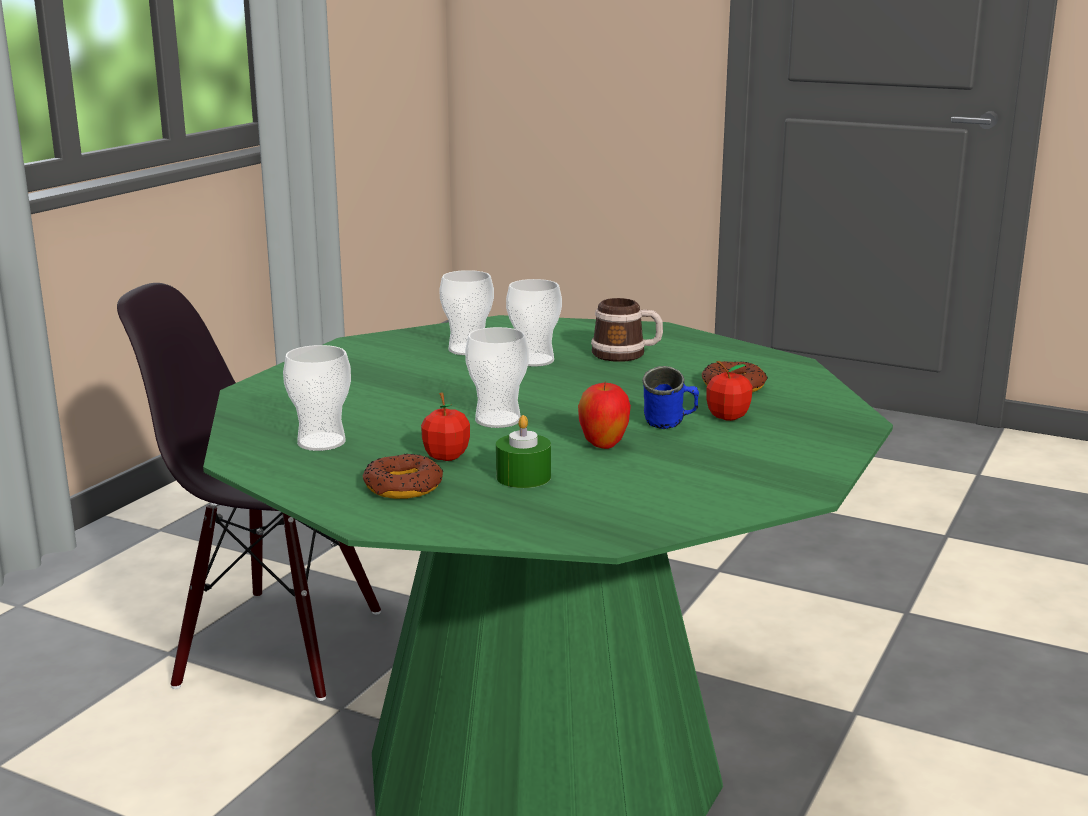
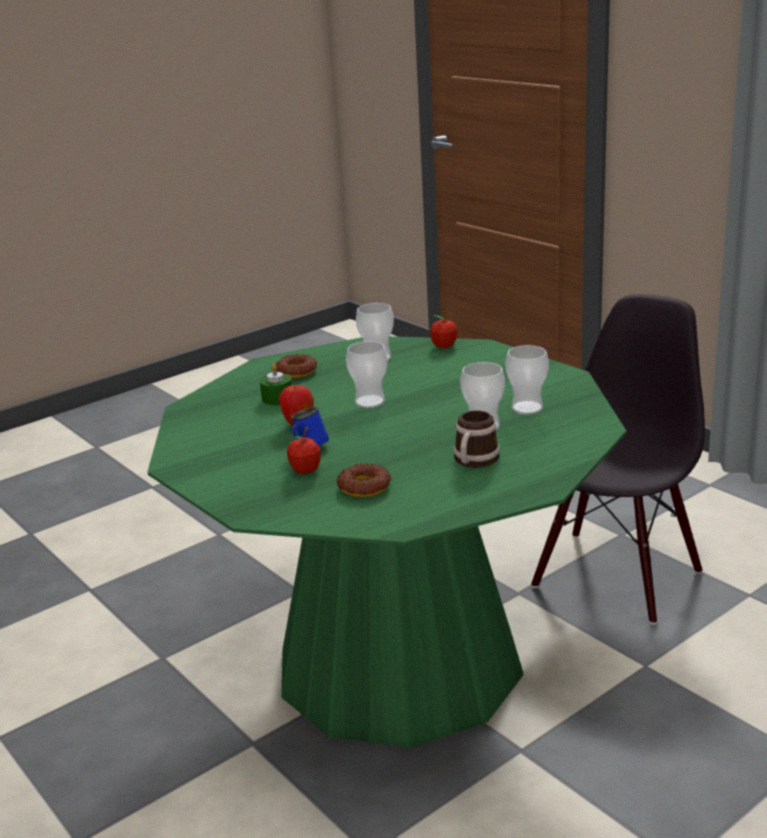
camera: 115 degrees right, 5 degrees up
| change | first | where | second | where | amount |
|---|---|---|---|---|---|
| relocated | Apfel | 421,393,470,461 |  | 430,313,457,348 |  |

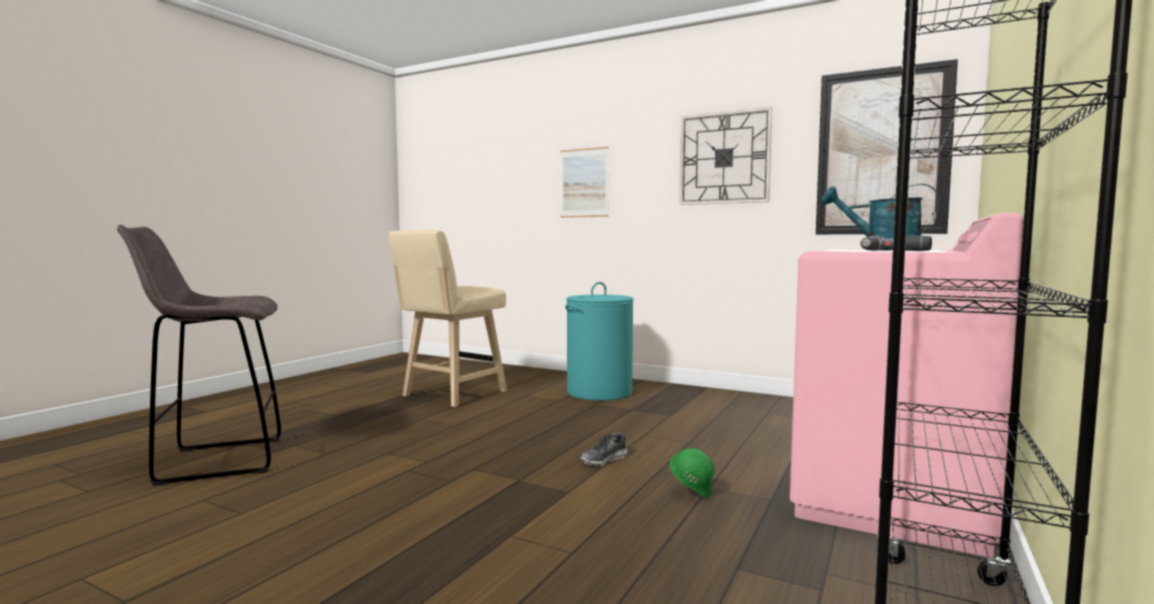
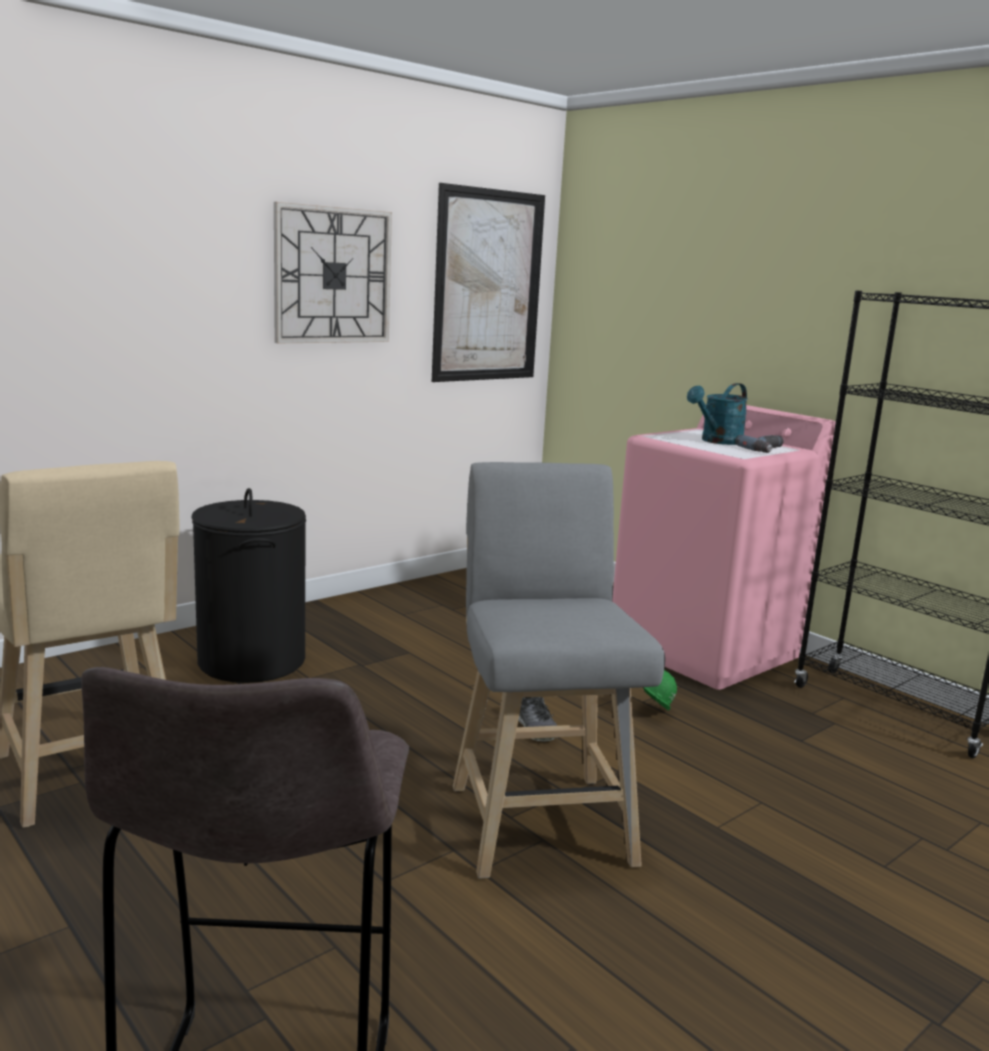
camera: 70 degrees left, 10 degrees up
| change | first | where | second | where | amount |
|---|---|---|---|---|---|
| missing | Bild | 560,147,609,218 |  |  |  |
| colour | Wäschekorb (türkis) | 565,282,634,401 | Wäschekorb (schwarz) | 192,488,306,683 |  |
| appeared |  |  | Hocker (grau) | 453,462,665,879 |  |

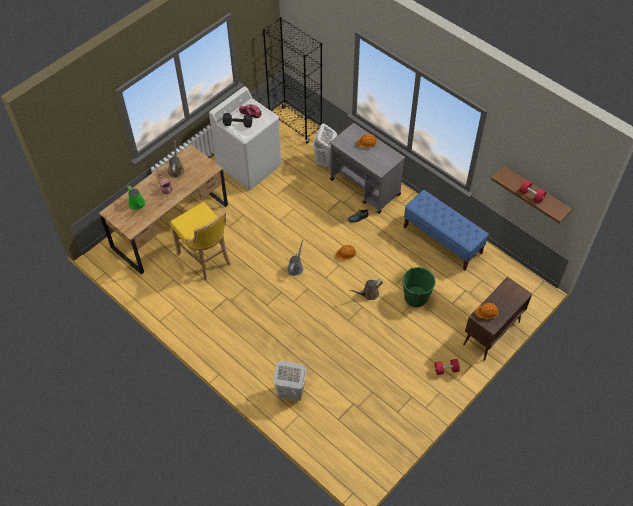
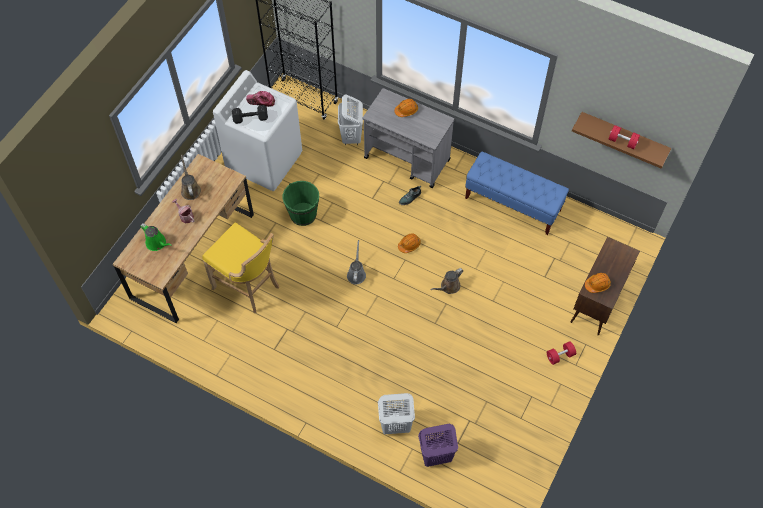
camera: 15 degrees left, 5 degrees up
| change | first | where | second | where | amount |
|---|---|---|---|---|---|
| relocated | Eimer (grün) | 402,267,436,307 |  | 283,181,319,226 |  |
| appeared |  |  | Wäschekorb (lila) | 418,424,458,467 |  |

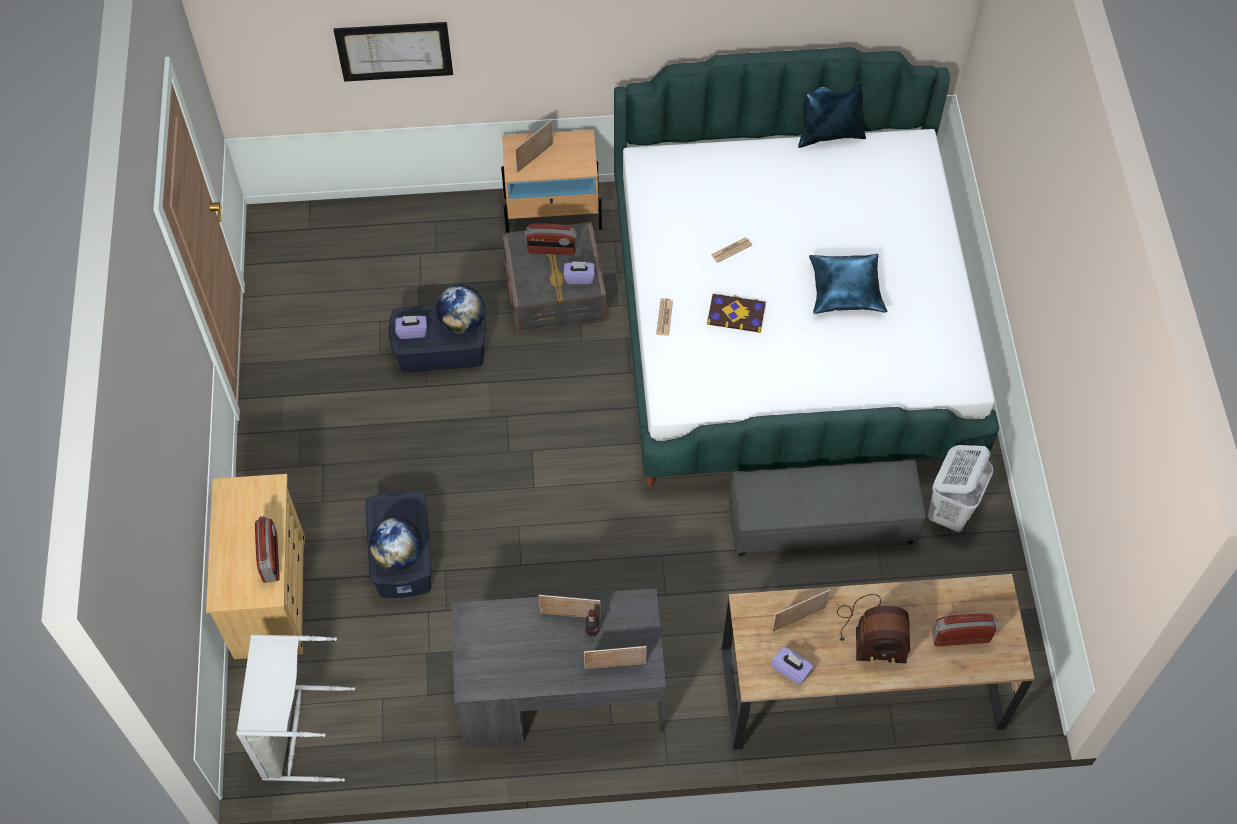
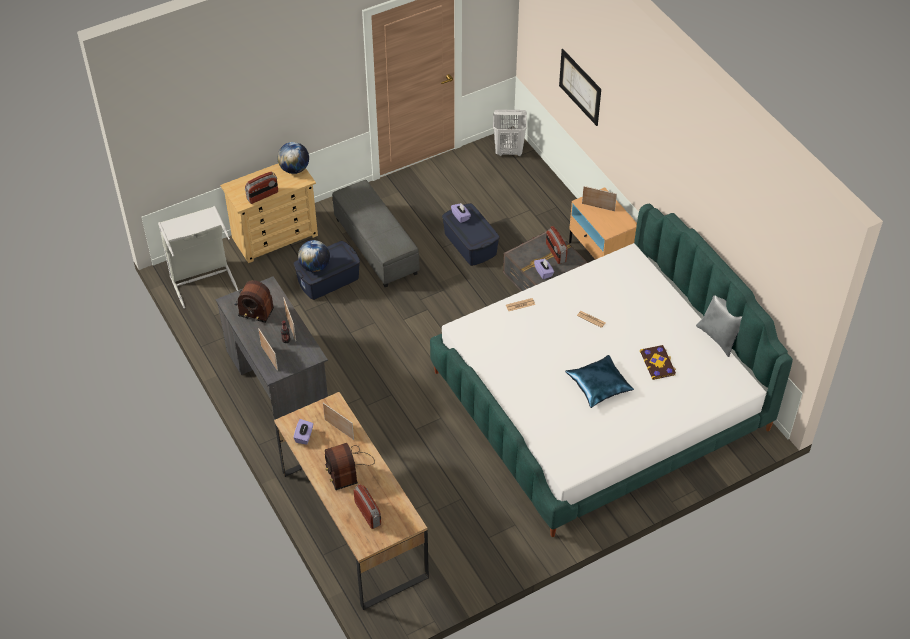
camera: 65 degrees right, 10 degrees down
| change | first | where | second | where | amount |
|---|---|---|---|---|---|
| colour | Kissen (blau) | 798,83,866,148 | Kissen (grau) | 696,295,742,357 |  |
| relocated | Globus | 436,285,485,334 |  | 277,142,309,174 |  |
| relocated | Buch | 707,294,766,333 |  | 640,345,676,380 |  |
| relocated | Wäschekorb (weiß) | 928,445,993,532 |  | 493,109,527,156 |  |
| relocated | Polsterhocker (grau) | 729,460,926,556 |  | 332,180,420,287 |  |
| appeared |  |  | Radio | 234,280,274,323 |  |

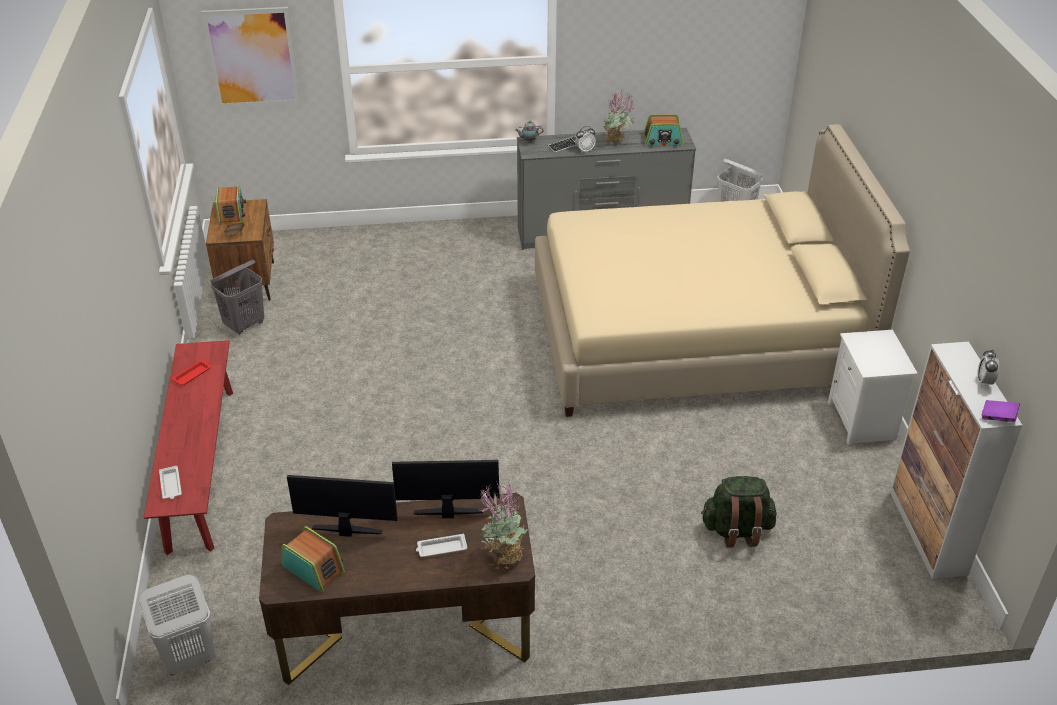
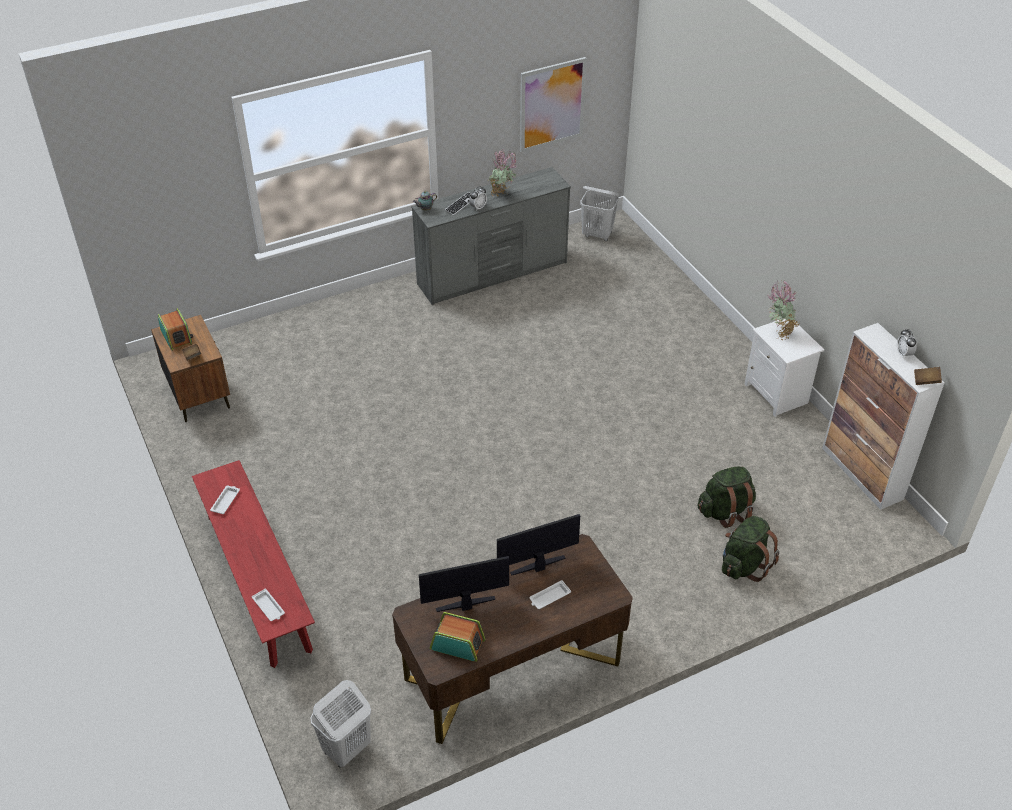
camera: 20 degrees left, 5 degrees up
| change | first | where | second | where | amount |
|---|---|---|---|---|---|
| relocated | Bild | 201,7,301,108 |  | 520,57,587,152 |  |
| missing | Radio | 643,114,683,146 |  |  |  |
| missing | Bett (beige) | 535,124,910,417 |  |  |  |
| missing | Wäschekorb (grau) | 211,260,264,334 |  |  |  |
| colour | Tablett (rot) | 171,360,211,386 | Tablett (weiß) | 210,486,240,514 |  |
| colour | Buch (lila) | 981,400,1020,422 | Buch (braun) | 914,367,942,385 |  |
| relocated | Topfpflanze | 479,481,528,570 |  | 768,281,800,340 |  |
| appeared |  |  | Rucksack (grün) | 722,516,779,582 |  |

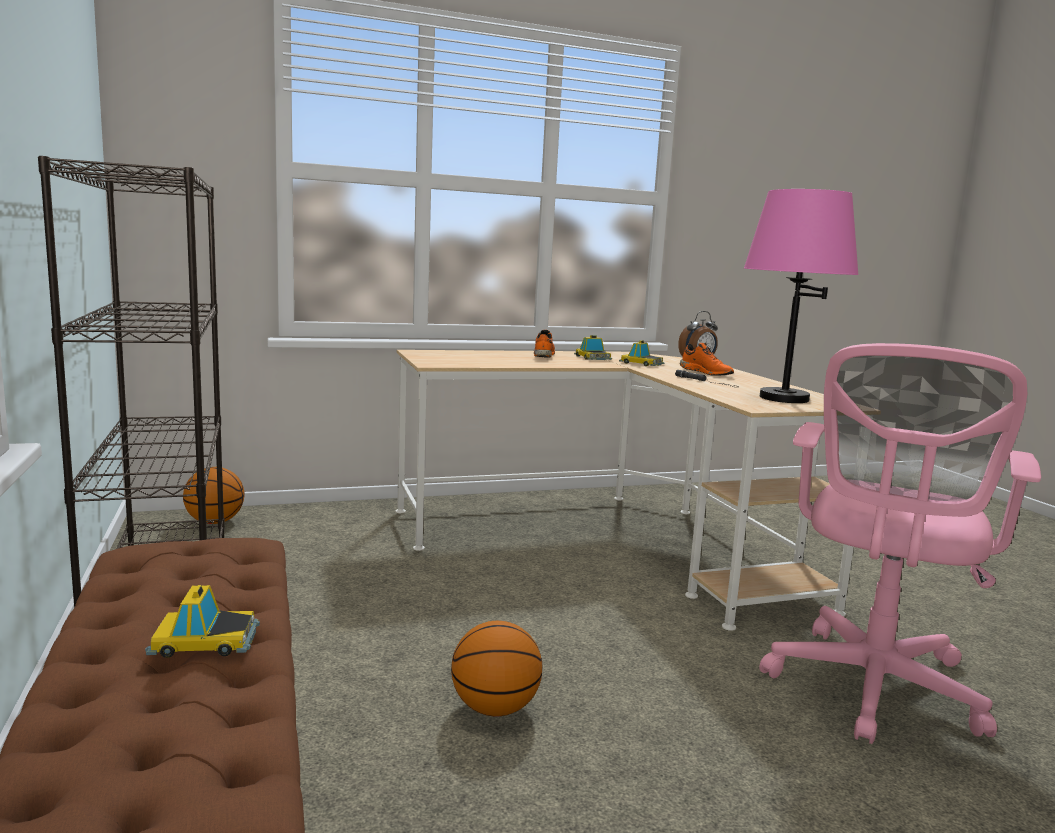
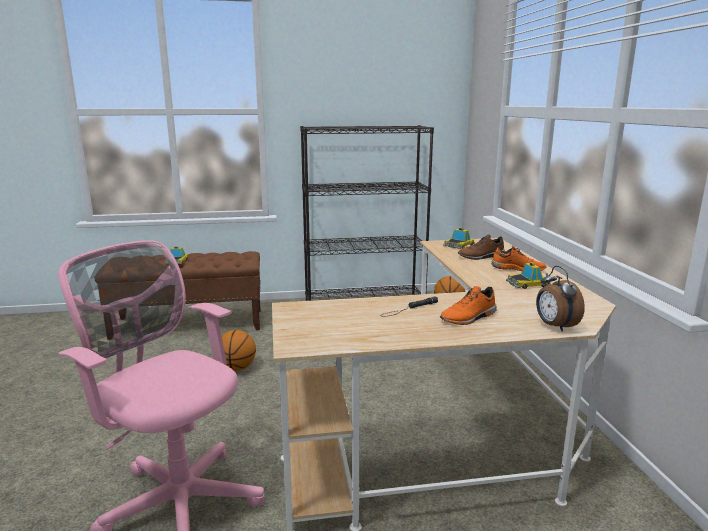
camera: 100 degrees right, 5 degrees up
| change | first | where | second | where | amount |
|---|---|---|---|---|---|
| missing | Tischlampe (rosa) | 744,189,859,403 |  |  |  |
| relocated | Spielzeugauto | 619,340,665,366 |  | 443,228,475,249 |  |
| appeared |  |  | Schuh (braun) | 458,234,505,260 |  |

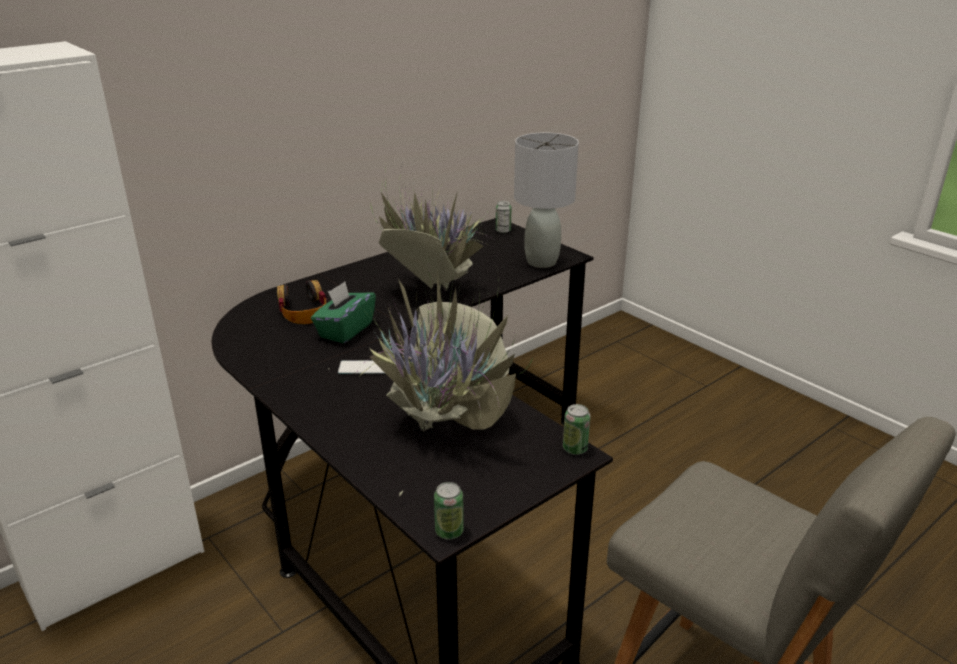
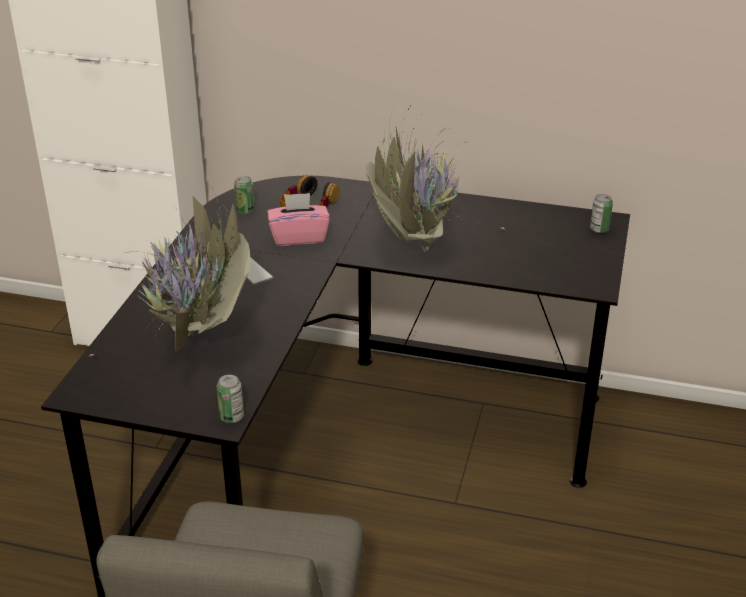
camera: 55 degrees right, 5 degrees up
| change | first | where | second | where | amount |
|---|---|---|---|---|---|
| missing | Tischlampe (grau) | 514,132,579,268 |  |  |  |
| colour | Taschentuchbox (grün) | 311,281,376,343 | Taschentuchbox (rosa) | 267,193,330,246 |  |
| relocated | Dose | 434,482,464,540 |  | 234,176,255,214 |  |

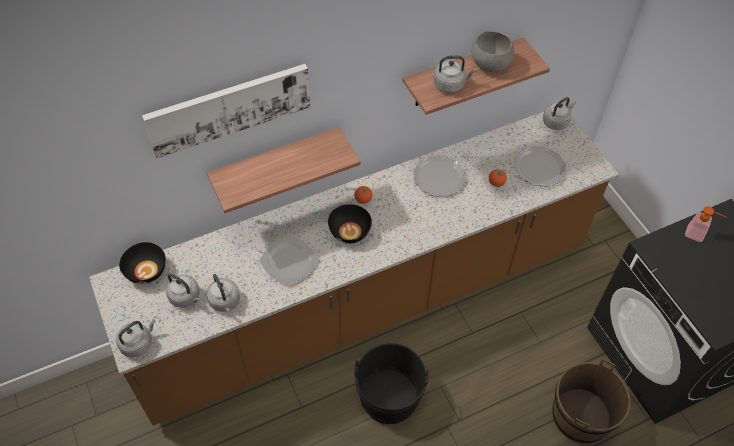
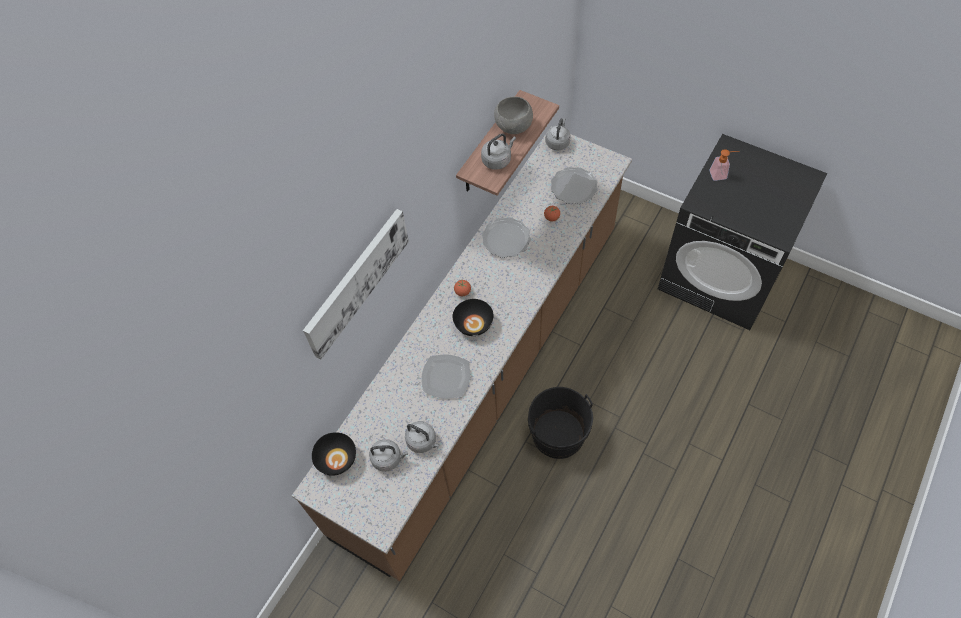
camera: 30 degrees left, 5 degrees up
| change | first | where | second | where | amount |
|---|---|---|---|---|---|
| missing | Wandregal | 207,127,360,213 |  |  |  |
| missing | Wasserkessel (grau) | 116,319,156,357 |  |  |  |
| missing | Eimer (braun) | 552,359,631,443 |  |  |  |

